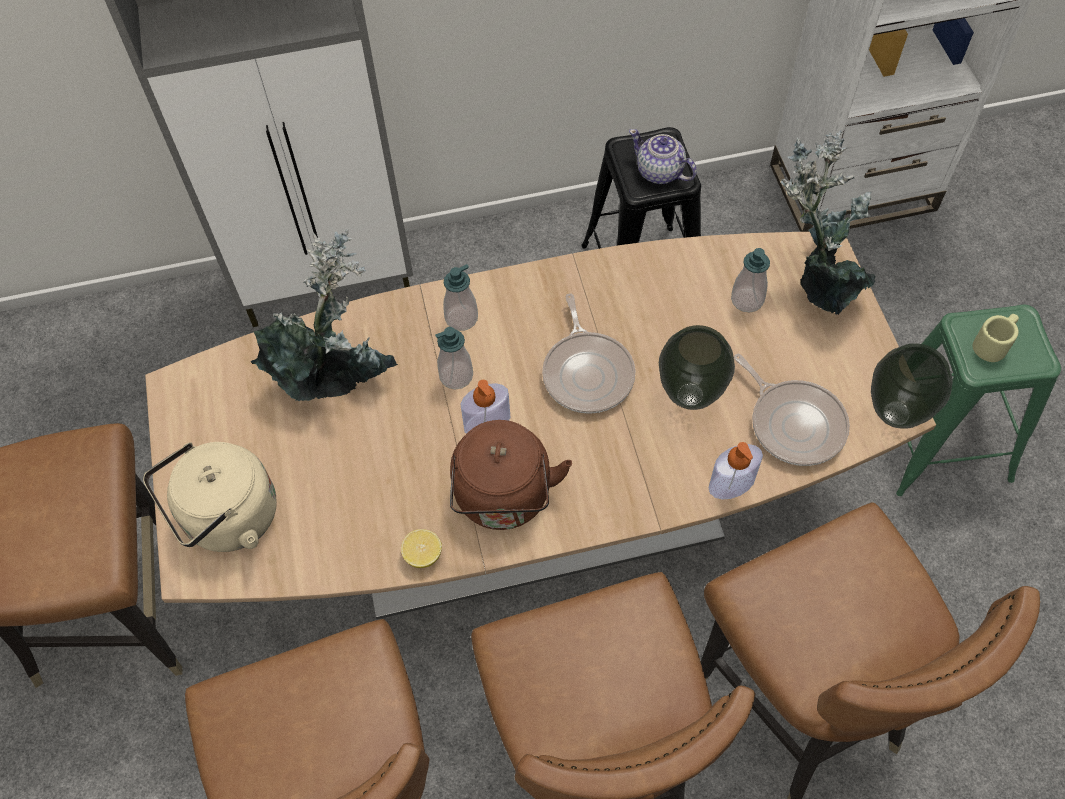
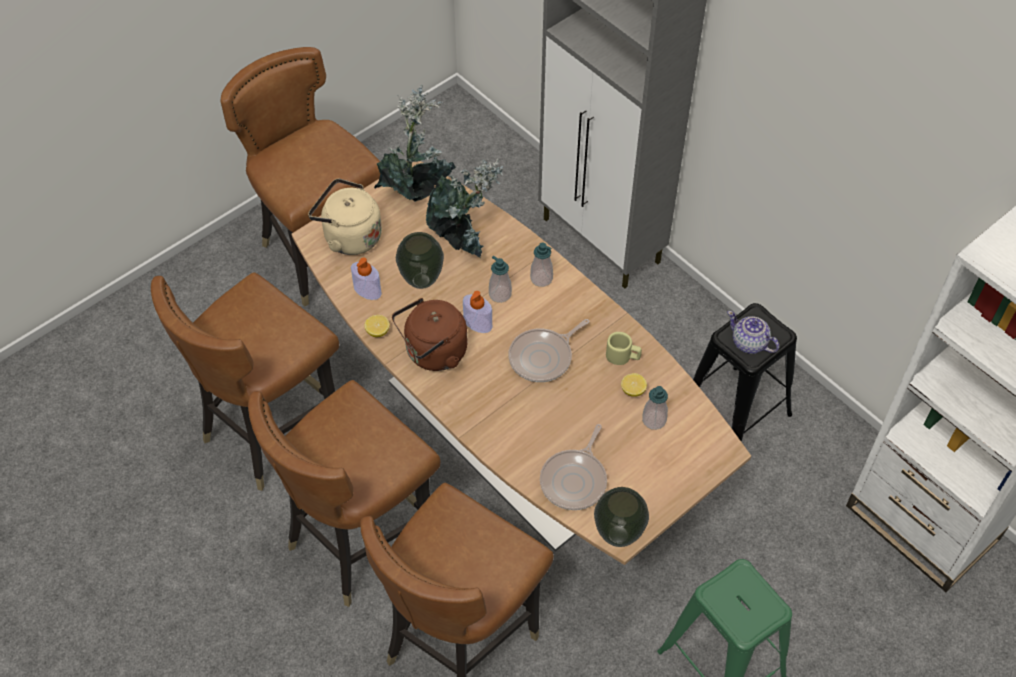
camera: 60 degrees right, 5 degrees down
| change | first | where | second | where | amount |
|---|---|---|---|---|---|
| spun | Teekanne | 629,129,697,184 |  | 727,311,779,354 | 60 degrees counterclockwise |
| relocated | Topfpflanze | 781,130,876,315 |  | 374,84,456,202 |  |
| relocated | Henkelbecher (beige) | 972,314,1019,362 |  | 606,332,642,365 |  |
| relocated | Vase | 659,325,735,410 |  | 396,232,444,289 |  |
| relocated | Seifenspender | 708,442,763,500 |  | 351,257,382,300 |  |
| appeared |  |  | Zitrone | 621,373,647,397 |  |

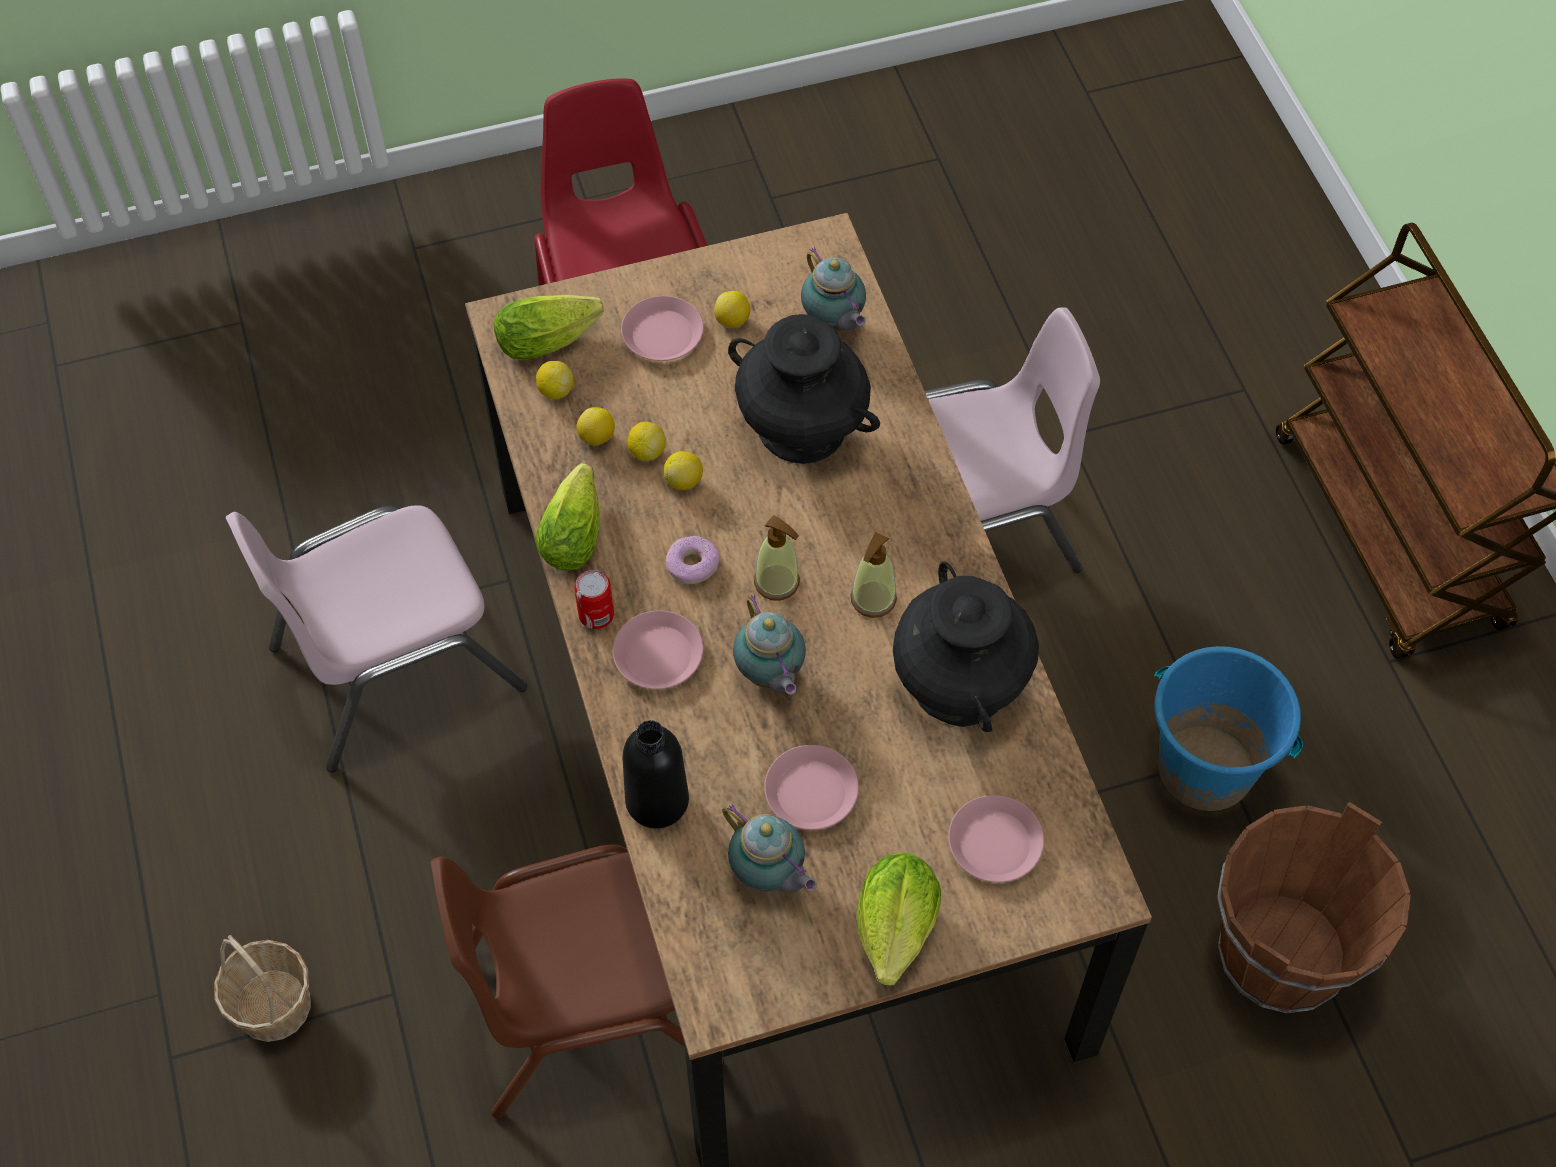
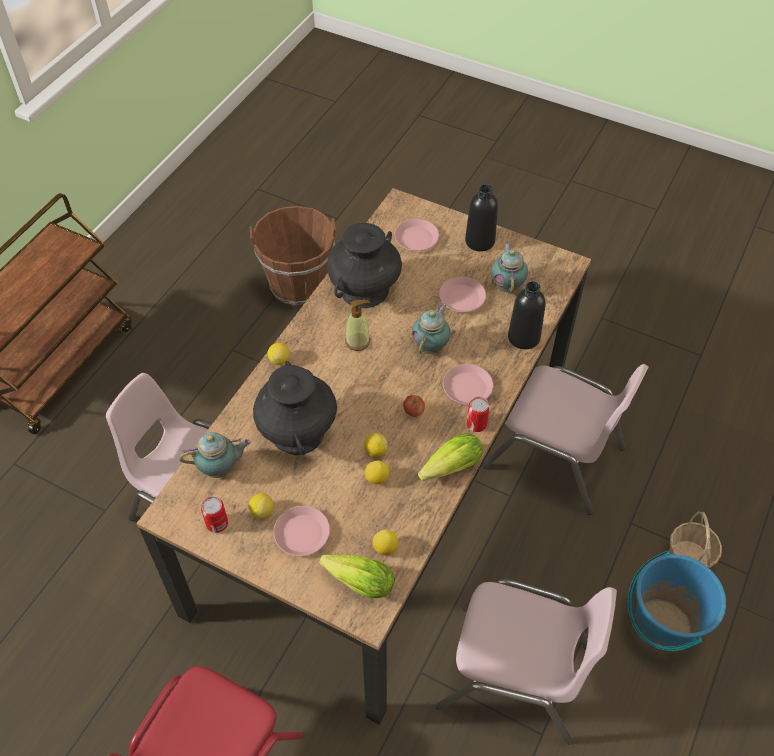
camera: 135 degrees left, 5 degrees down
| change | first | where | second | where | amount |
|---|---|---|---|---|---|
| spun | Teekanne | 801,247,866,331 |  | 180,432,251,478 | 60 degrees clockwise |
| relocated | Zitrone | 576,407,615,446 |  | 268,343,290,365 |  |
| missing | Seifenspender | 754,515,800,601 |  |  |  |
| exchanged | Donut | 666,536,720,584 | Apfel | 403,395,425,417 |  |
| relocated | Eimer (blau) | 1154,646,1303,811 |  | 628,551,726,654 |  |
| colour | Stuhl (braun) | 431,845,724,1119 | Stuhl (rosa) | 482,364,649,515 |  |
| exchanged | Salatkopf | 856,853,941,986 | Flasche (schwarz) | 465,184,498,252 |  |
| appeared |  |  | Dose | 201,497,228,533 |  |

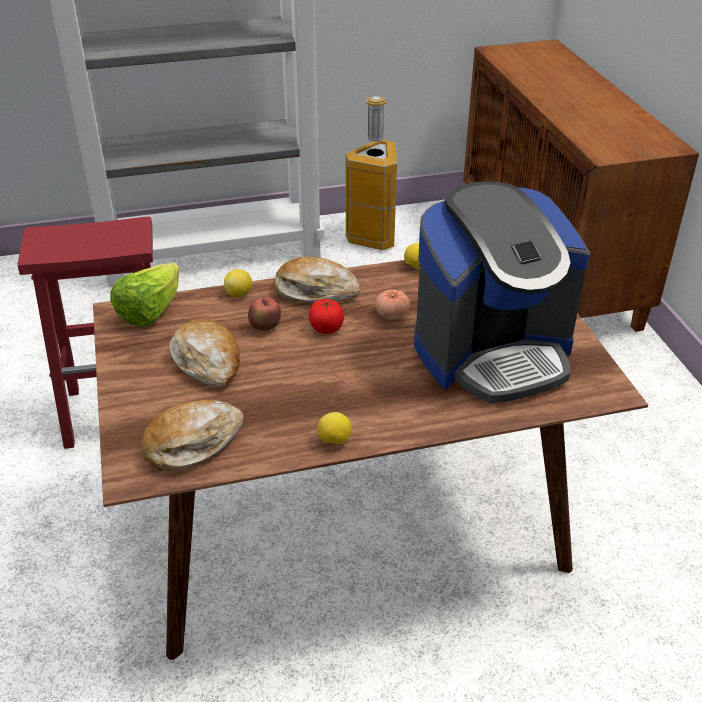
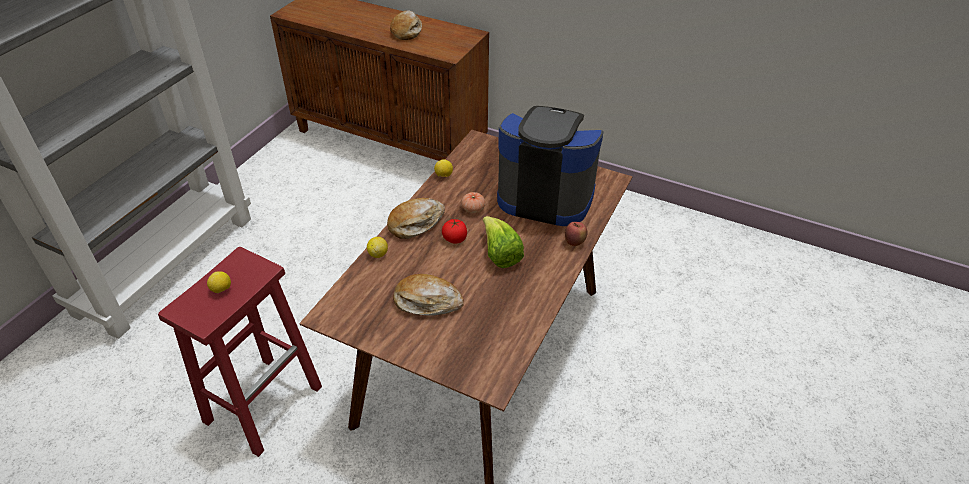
camera: 50 degrees left, 5 degrees up
| change | first | where | second | where | amount |
|---|---|---|---|---|---|
| missing | Mülleimer | 345,96,397,250 |  |  |  |
| spun | Kaffeemaschine | 414,181,590,403 |  | 497,106,604,226 | 90 degrees counterclockwise |
| relocated | Salatkopf | 110,262,179,327 |  | 483,216,524,268 |  |
| relocated | Apfel | 248,297,281,331 |  | 565,222,587,246 |  |
| relocated | Brot | 141,400,244,471 |  | 390,10,422,40 |  |
| relocated | Zitrone | 317,412,351,444 |  | 207,271,231,294 |  |

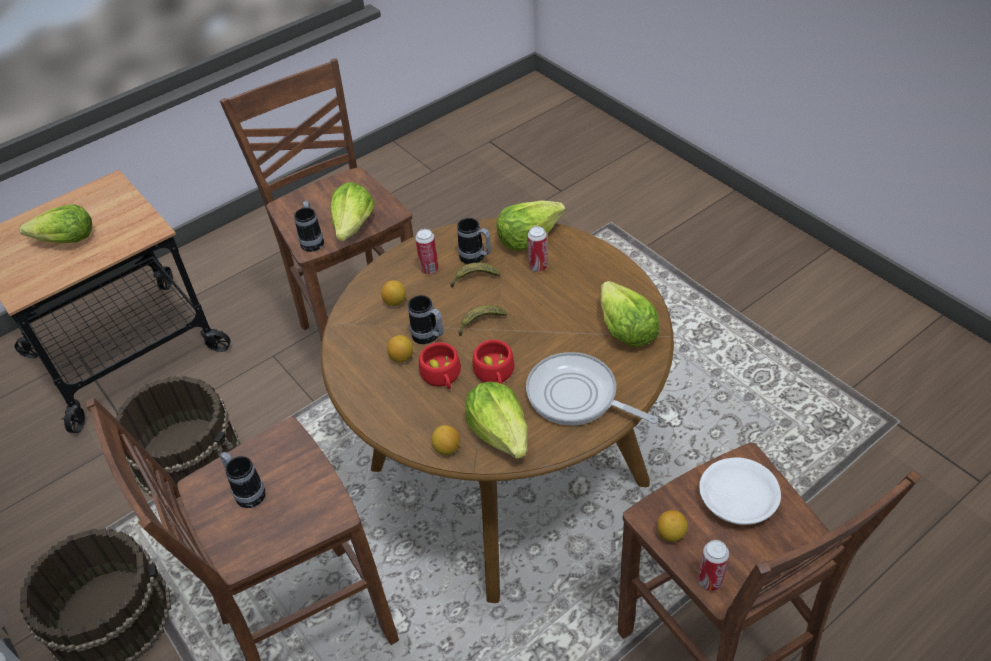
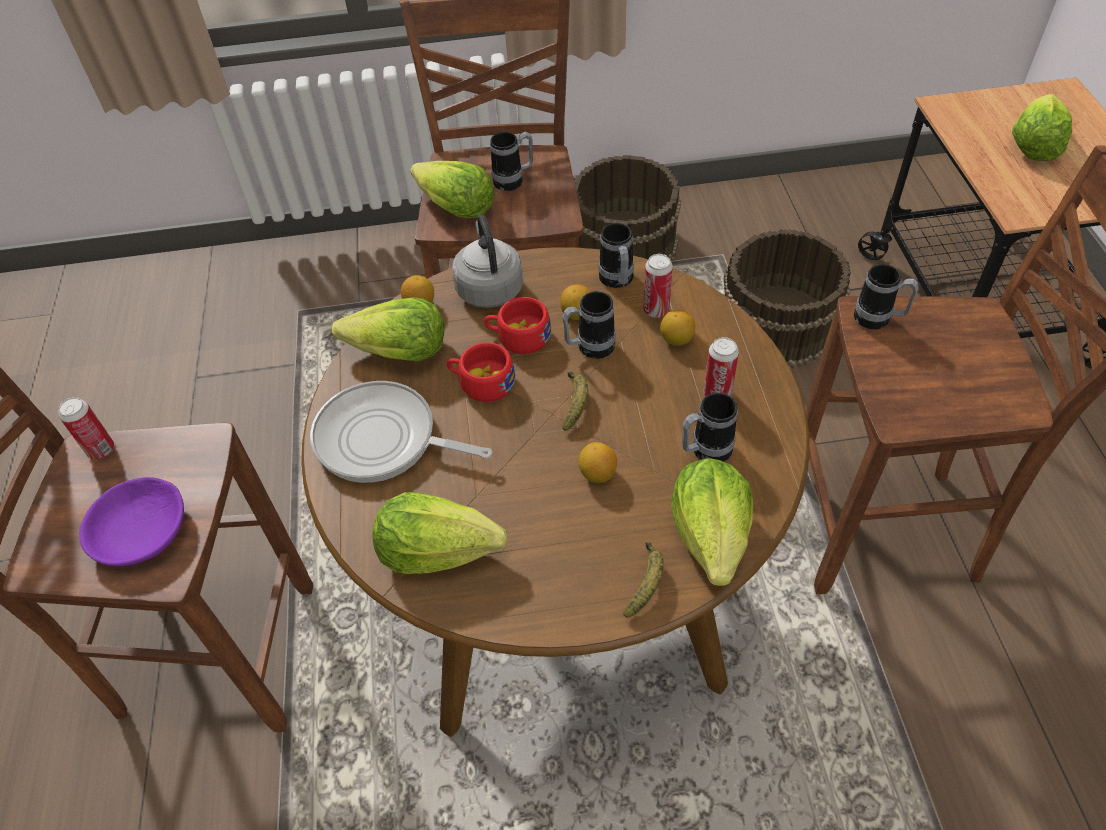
camera: 120 degrees right, 5 degrees up
| change | first | where | second | where | amount |
|---|---|---|---|---|---|
| relocated | Salatkopf | 330,182,375,241 |  | 410,161,495,218 |  |
| relocated | Dose | 527,226,548,272 |  | 643,254,673,318 |  |
| relocated | Banane | 450,263,500,287 |  | 623,543,664,618 |  |
| spun | Pfanne | 526,352,658,425 |  | 310,381,492,483 | 135 degrees counterclockwise |
| colour | Schüssel (weiß) | 699,458,781,525 | Schüssel (lila) | 79,477,184,566 |  |
| relocated | Zitrone | 657,510,688,542 |  | 579,442,617,483 |  |
| appeared |  |  | Wasserkessel (grau) | 452,215,523,308 |  |
| appeared |  |  | Henkelbecher | 599,223,634,288 |  |

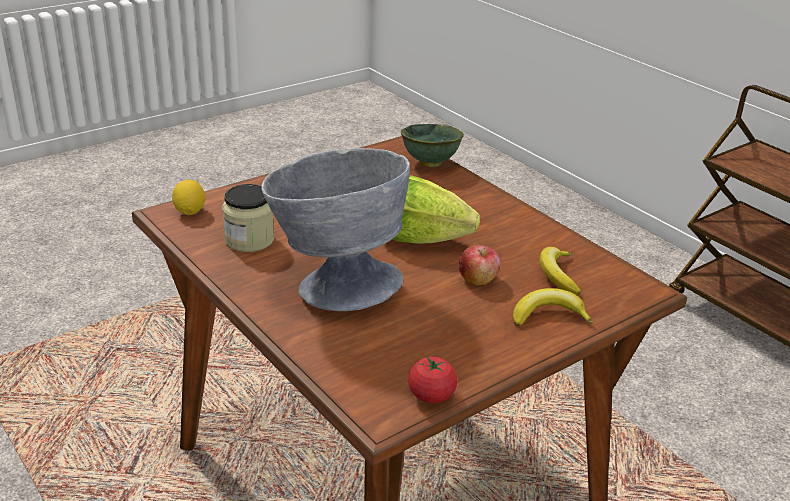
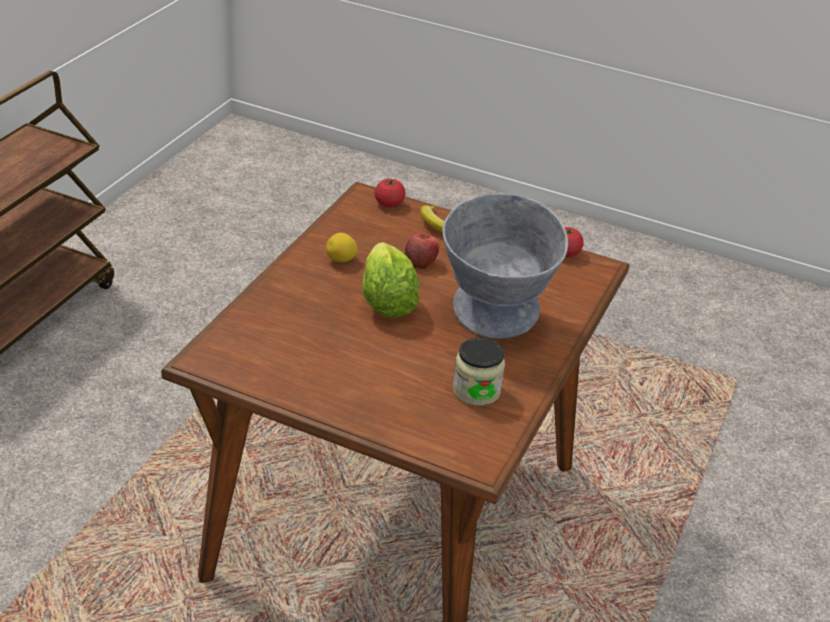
camera: 120 degrees left, 5 degrees up
| change | first | where | second | where | amount |
|---|---|---|---|---|---|
| missing | Schüssel (grün) | 401,124,464,167 |  |  |  |
| relocated | Zitrone | 172,180,206,215 |  | 326,233,358,262 |  |
| missing | Banane | 539,247,581,295 |  |  |  |
| appeared |  |  | Tomate | 375,179,406,208 |  |

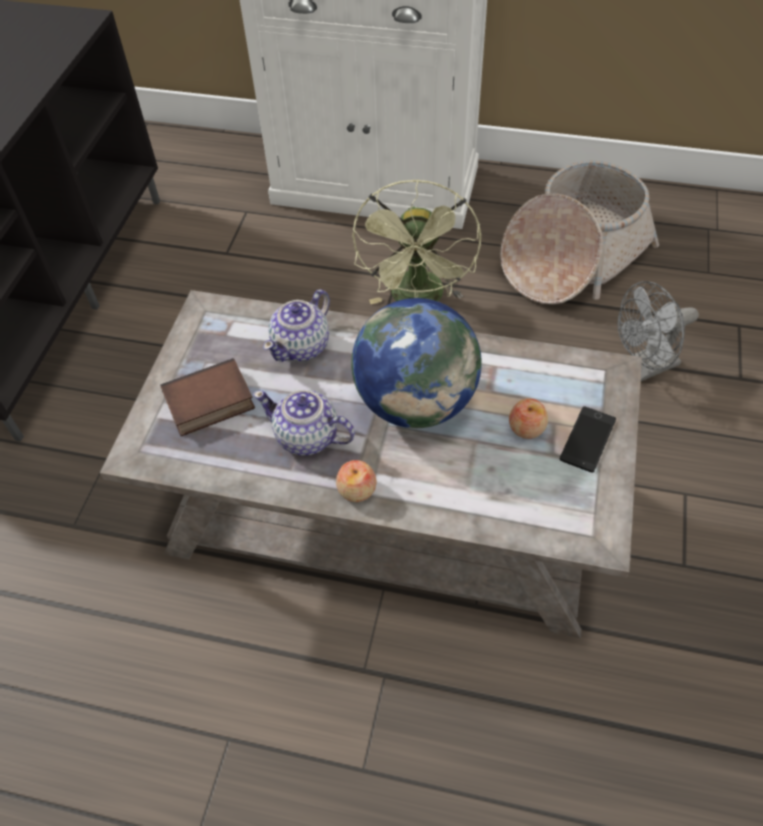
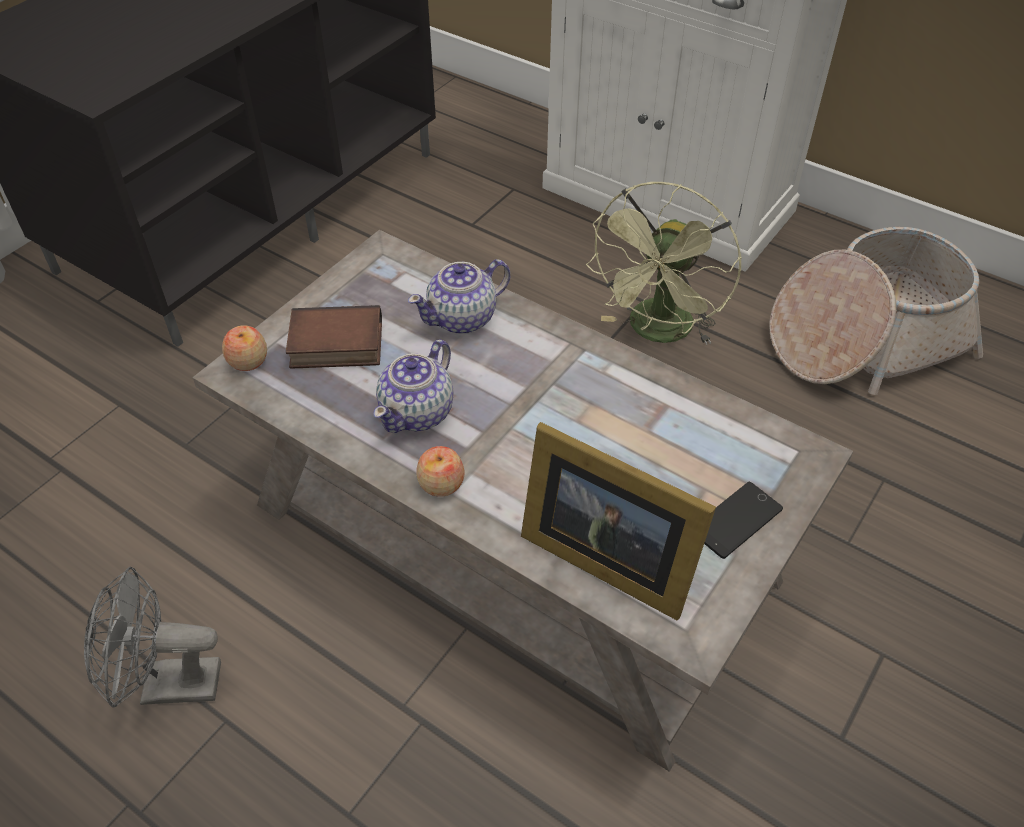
camera: 20 degrees right, 5 degrees down
| change | first | where | second | where | amount |
|---|---|---|---|---|---|
| relocated | Ventilator (grau) | 618,281,699,381 |  | 84,567,221,707 |  |
| missing | Globus | 351,298,482,428 |  |  |  |
| spun | Teekanne | 253,390,355,456 |  | 374,339,454,433 | 105 degrees counterclockwise |
| relocated | Apfel | 509,398,548,439 |  | 222,325,267,371 |  |
| appeared |  |  | Bilderrahmen | 521,422,716,620 |  |

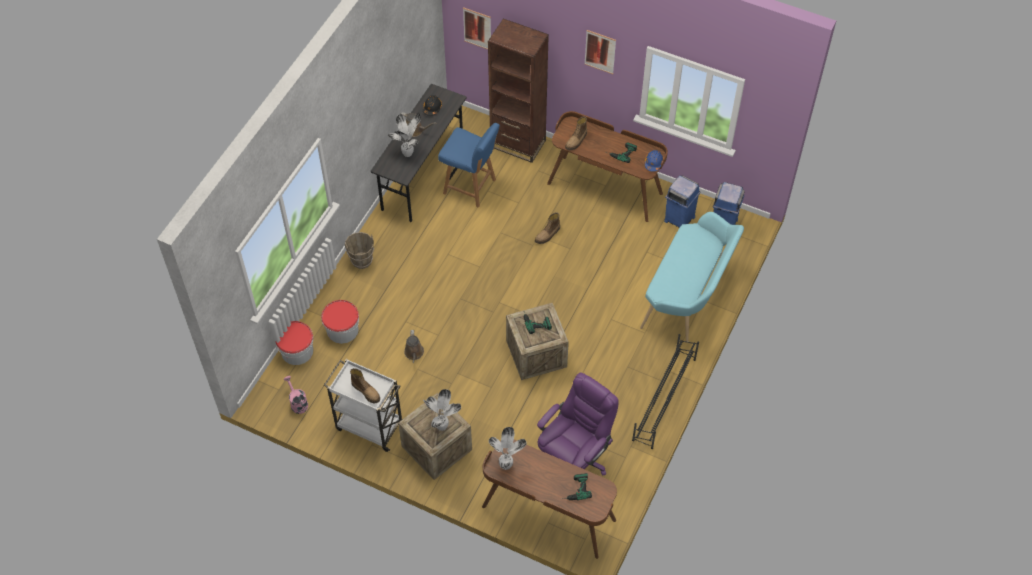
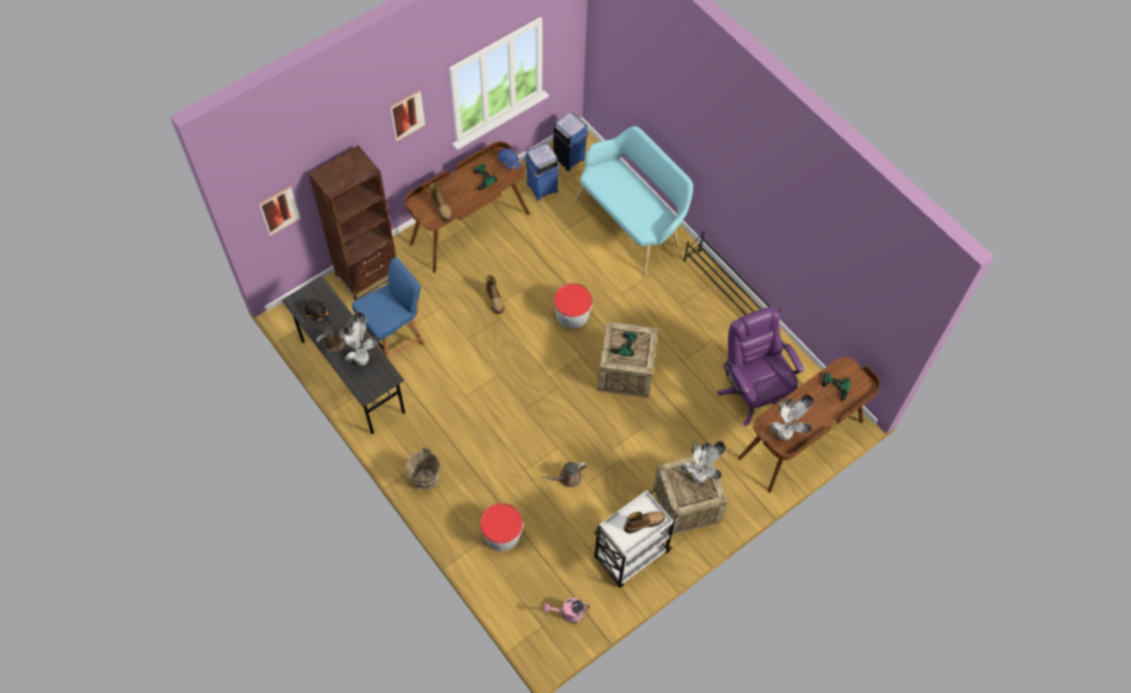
camera: 65 degrees left, 5 degrees up
| change | first | where | second | where | amount |
|---|---|---|---|---|---|
| relocated | Eimer | 275,321,313,365 |  | 553,283,593,329 |  |
| spun | Gießkanne (braun) | 404,330,424,363 |  | 541,462,586,487 | 135 degrees clockwise |

